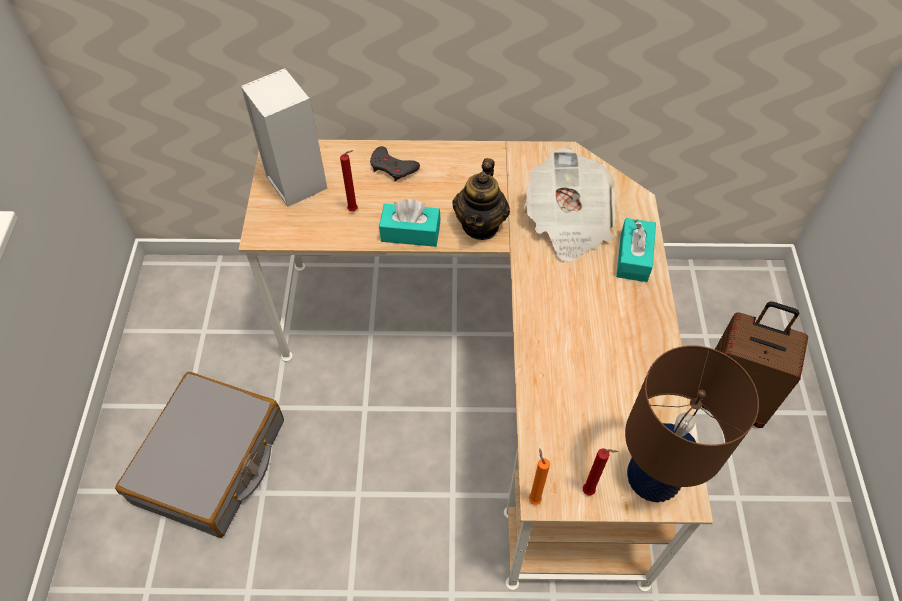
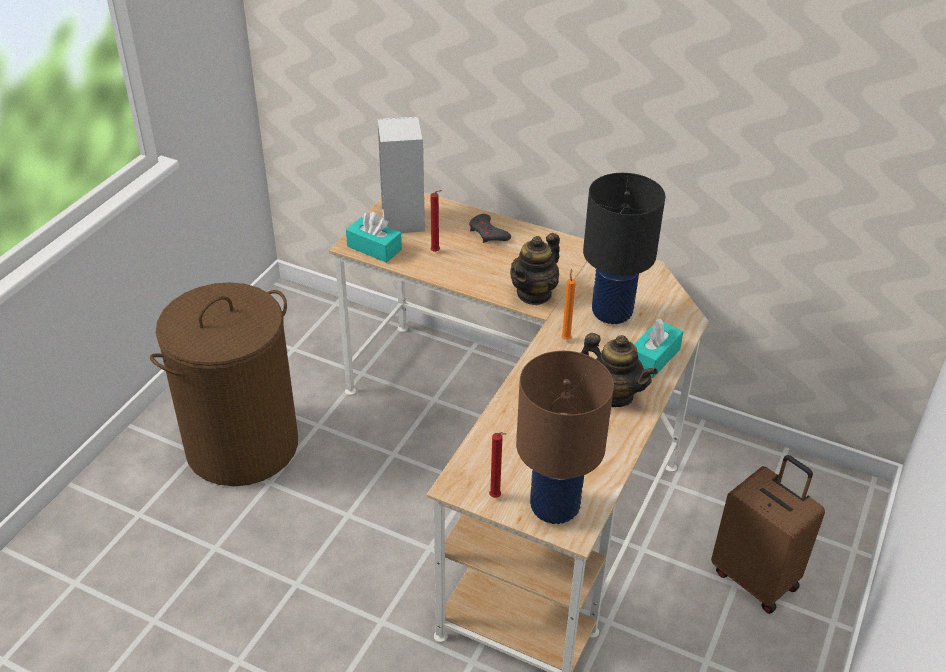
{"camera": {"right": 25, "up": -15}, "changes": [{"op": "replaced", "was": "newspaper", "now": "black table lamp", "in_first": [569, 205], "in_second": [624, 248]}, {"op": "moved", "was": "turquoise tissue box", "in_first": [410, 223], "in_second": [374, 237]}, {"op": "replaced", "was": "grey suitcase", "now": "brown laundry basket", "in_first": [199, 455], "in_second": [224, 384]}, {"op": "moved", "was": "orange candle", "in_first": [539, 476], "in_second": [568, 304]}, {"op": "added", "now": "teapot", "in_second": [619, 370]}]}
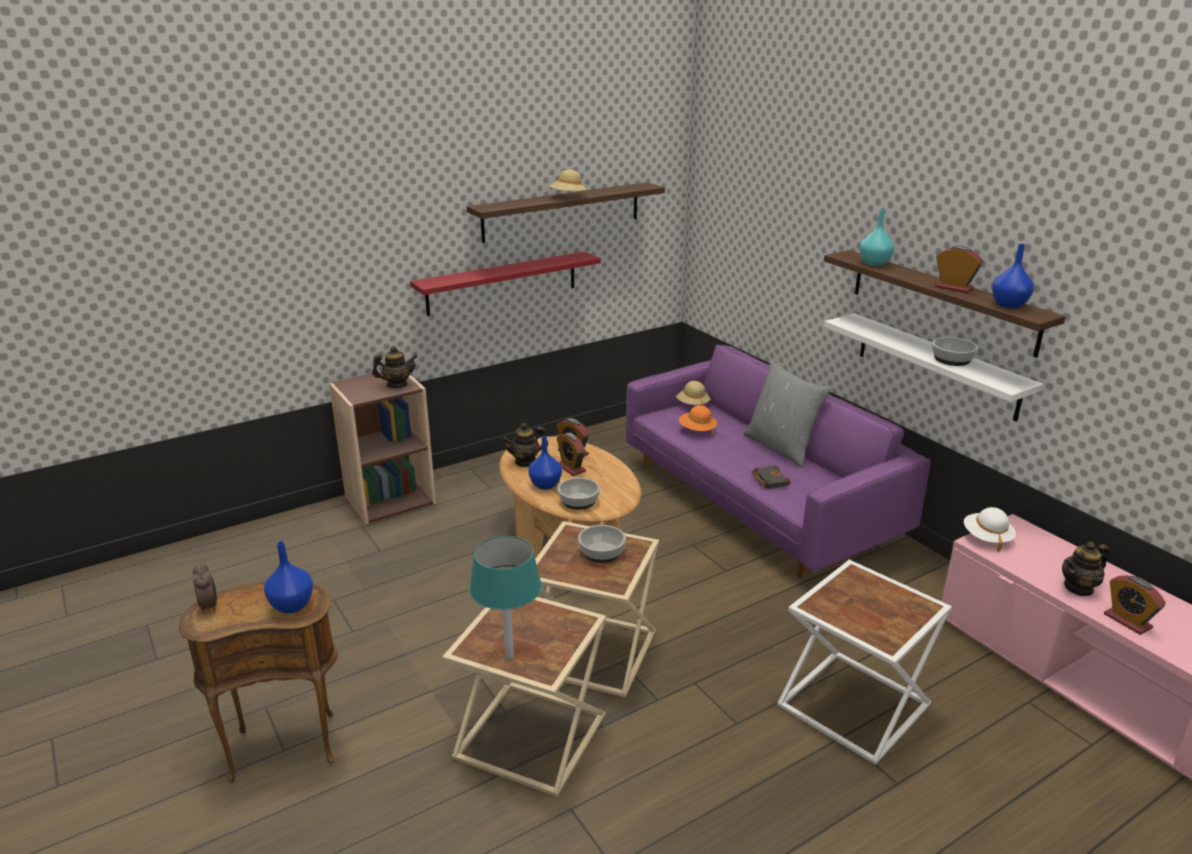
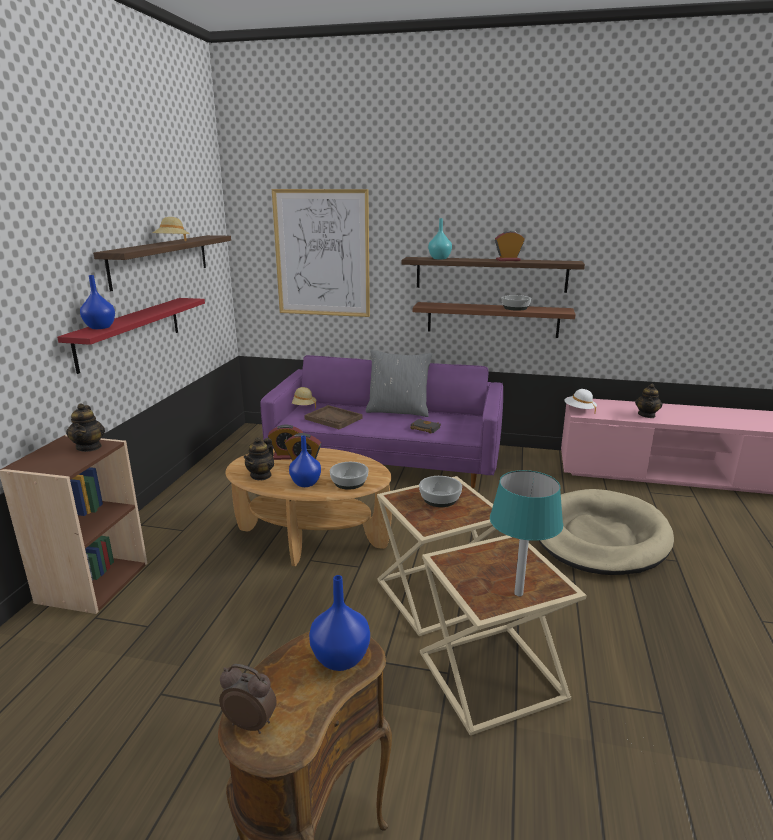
{"camera": {"right": -45, "up": -5}, "changes": [{"op": "moved", "was": "blue vase", "in_first": [1013, 276], "in_second": [97, 302]}, {"op": "recoloured", "was": "white shelf", "now": "brown shelf", "in_first": [933, 367], "in_second": [494, 320]}, {"op": "turned", "was": "teapot", "in_first": [394, 367], "in_second": [85, 427], "clockwise": 135}, {"op": "replaced", "was": "orange hat", "now": "brown tray", "in_first": [698, 420], "in_second": [333, 417]}, {"op": "replaced", "was": "white side table", "now": "beige dog bed", "in_first": [864, 662], "in_second": [606, 532]}, {"op": "removed", "was": "alarm clock", "in_first": [1135, 605]}, {"op": "added", "now": "picture", "in_second": [321, 253]}]}
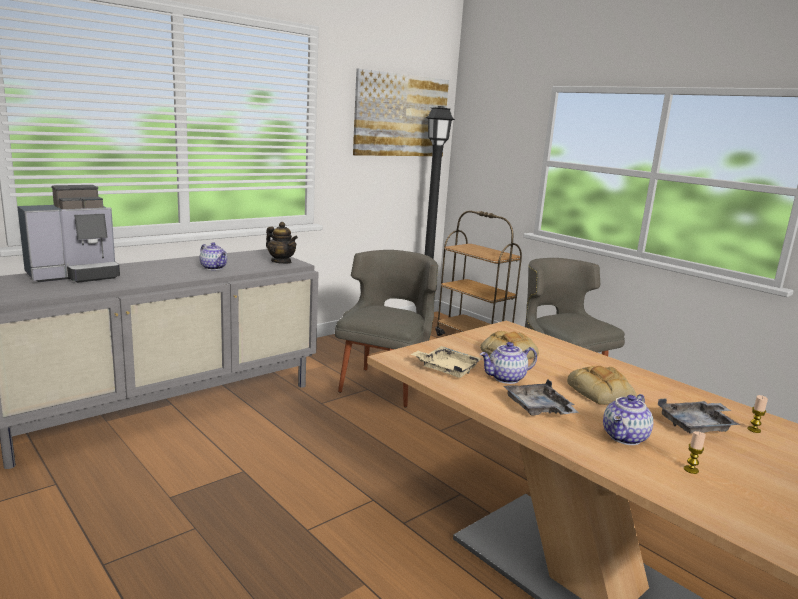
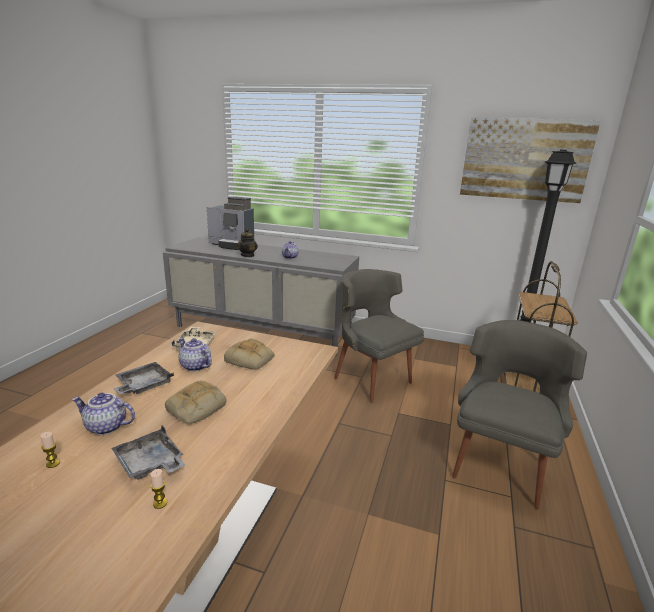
{"camera": {"right": 60, "up": 5}, "changes": [{"op": "moved", "was": "teapot", "in_first": [282, 243], "in_second": [247, 242]}, {"op": "turned", "was": "grey chair", "in_first": [386, 328], "in_second": [379, 336], "clockwise": -120}]}
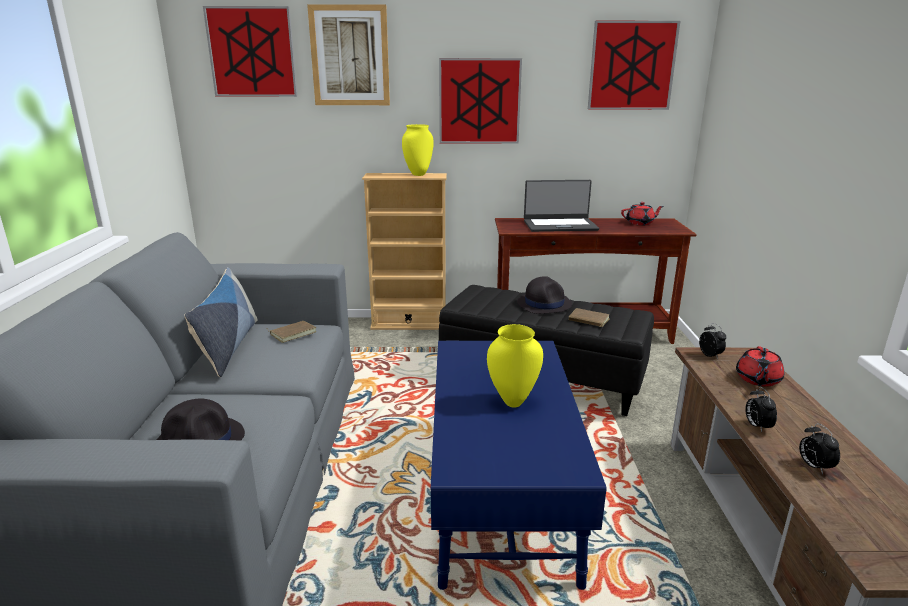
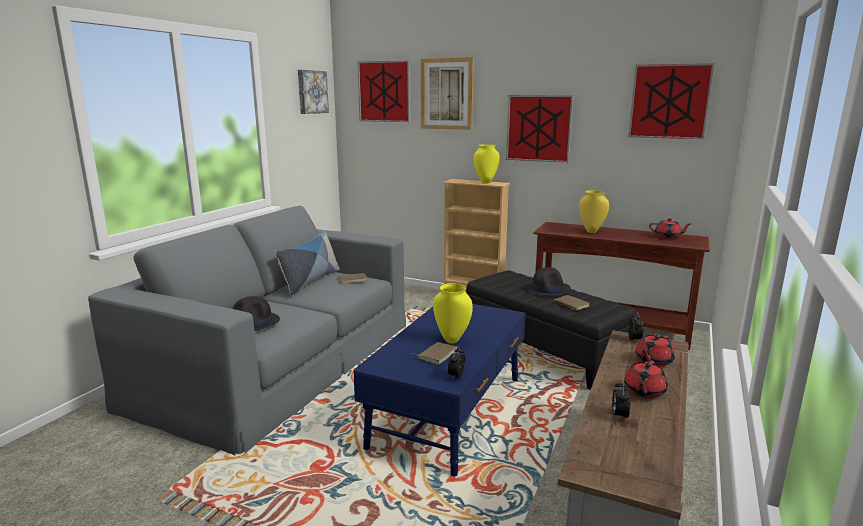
{"camera": {"right": 25, "up": -5}, "changes": [{"op": "replaced", "was": "laptop", "now": "yellow vase", "in_first": [561, 206], "in_second": [594, 211]}, {"op": "moved", "was": "alarm clock", "in_first": [761, 409], "in_second": [457, 362]}, {"op": "added", "now": "picture", "in_second": [313, 92]}, {"op": "added", "now": "brown book", "in_second": [434, 353]}, {"op": "added", "now": "red teapot", "in_second": [646, 379]}]}
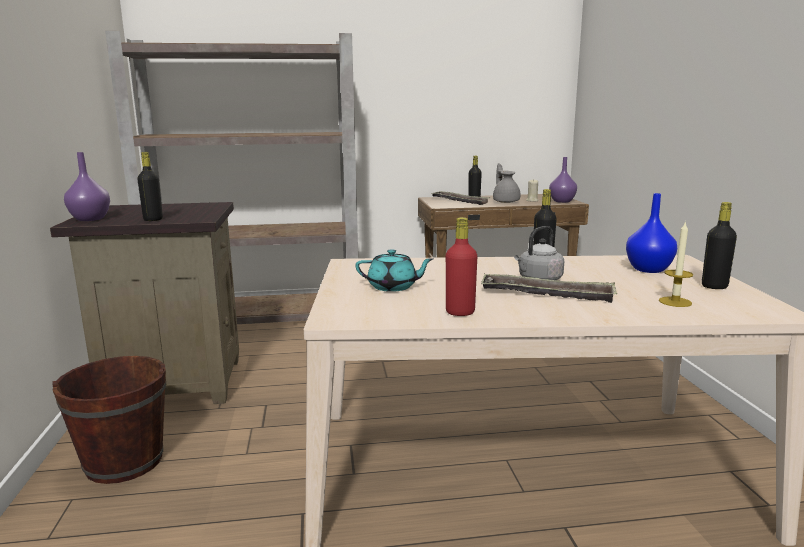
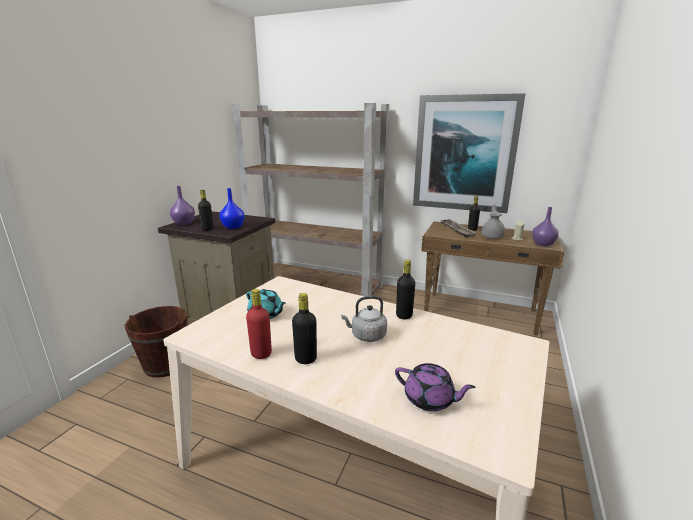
{"camera": {"right": 30, "up": 5}, "changes": [{"op": "moved", "was": "blue vase", "in_first": [651, 233], "in_second": [232, 208]}, {"op": "moved", "was": "black bottle", "in_first": [719, 245], "in_second": [304, 328]}, {"op": "replaced", "was": "candle", "now": "purple teapot", "in_first": [676, 264], "in_second": [435, 387]}, {"op": "removed", "was": "tray", "in_first": [549, 288]}, {"op": "added", "now": "picture", "in_second": [469, 153]}]}
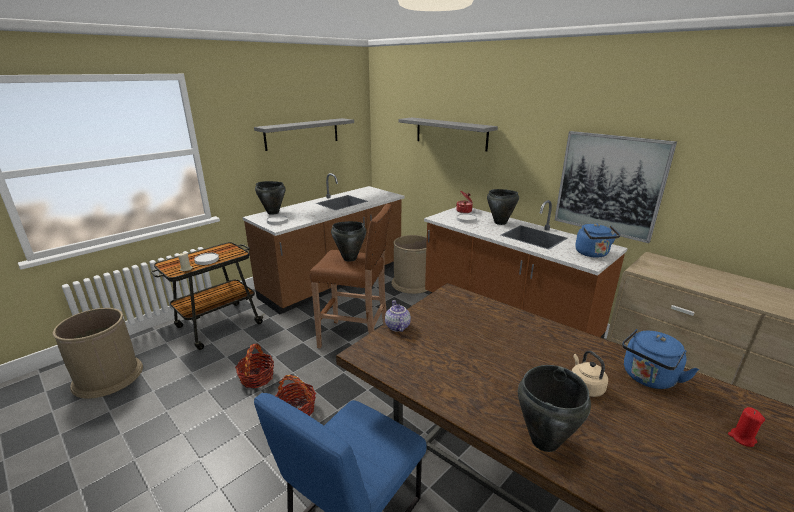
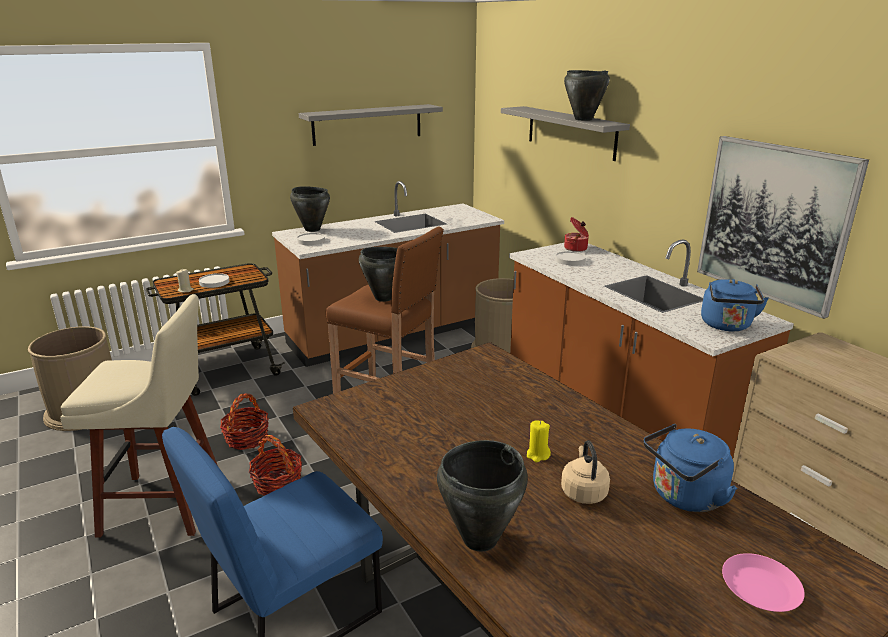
{"camera": {"right": 15, "up": 0}, "changes": [{"op": "moved", "was": "black cooking pot", "in_first": [503, 207], "in_second": [587, 95]}, {"op": "removed", "was": "teapot", "in_first": [398, 316]}, {"op": "replaced", "was": "red candle", "now": "pink plate", "in_first": [746, 427], "in_second": [763, 582]}, {"op": "added", "now": "beige stool", "in_second": [139, 416]}, {"op": "added", "now": "yellow candle", "in_second": [539, 441]}]}
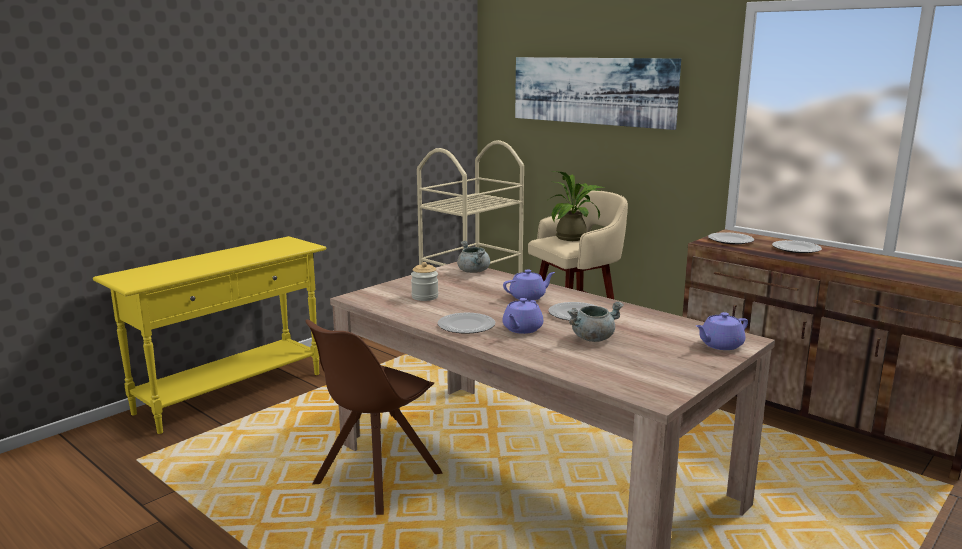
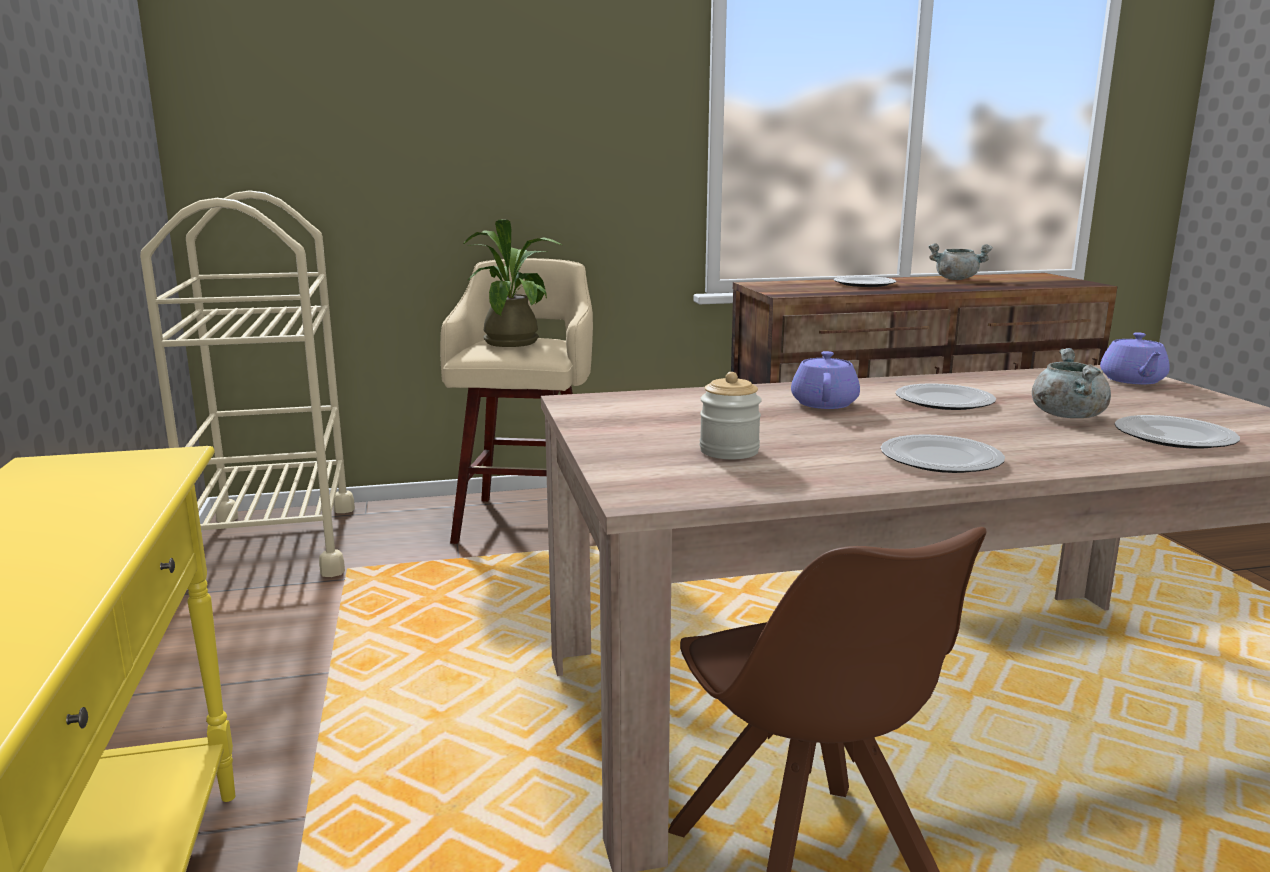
{"camera": {"right": -55, "up": 0}, "changes": [{"op": "removed", "was": "picture", "in_first": [598, 93]}, {"op": "moved", "was": "plate", "in_first": [731, 238], "in_second": [1177, 432]}, {"op": "moved", "was": "grey cooking pot", "in_first": [473, 257], "in_second": [960, 261]}, {"op": "removed", "was": "purple teapot", "in_first": [522, 316]}]}
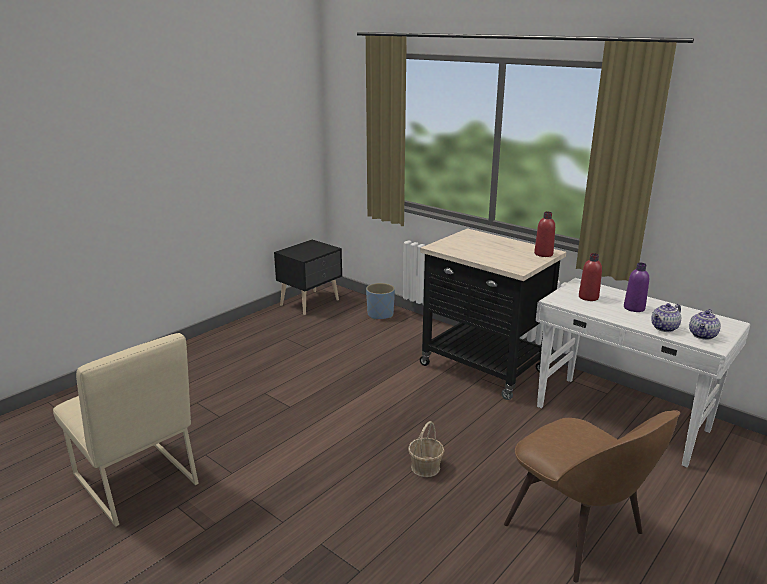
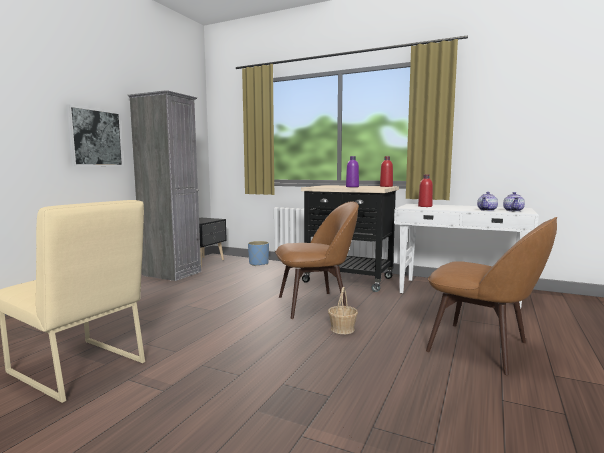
{"camera": {"right": -15, "up": -15}, "changes": [{"op": "moved", "was": "purple bottle", "in_first": [636, 287], "in_second": [352, 171]}, {"op": "added", "now": "grey cabinet", "in_second": [164, 185]}, {"op": "added", "now": "picture", "in_second": [95, 135]}, {"op": "added", "now": "brown chair", "in_second": [317, 260]}]}
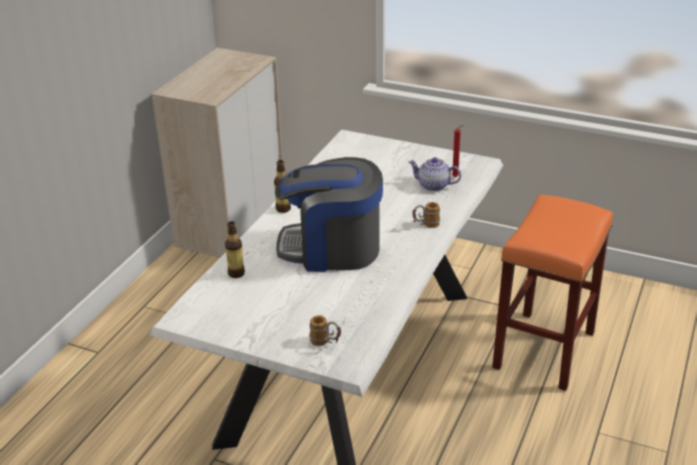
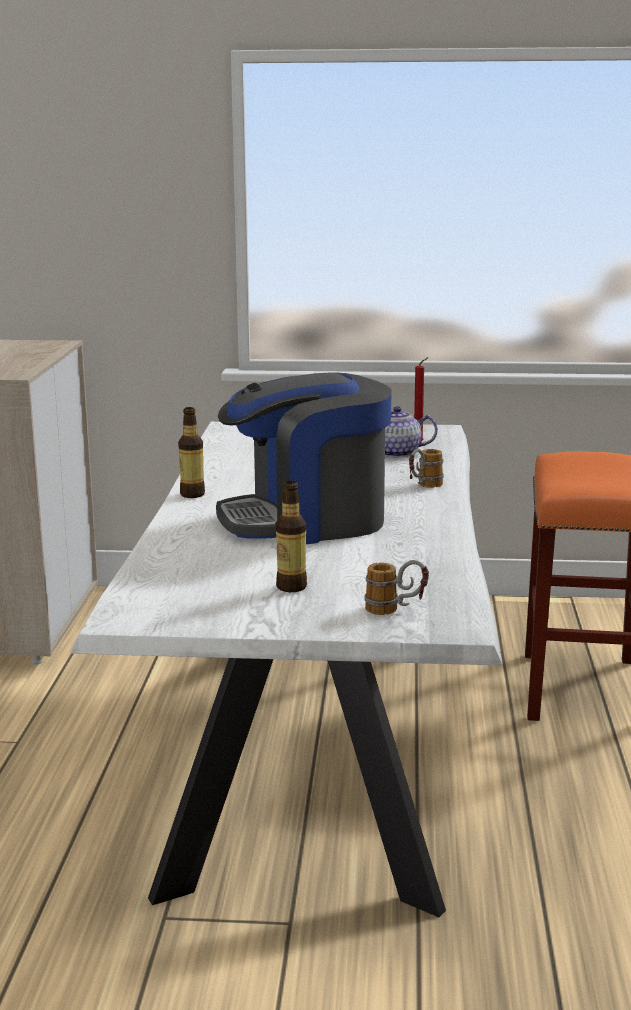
{"camera": {"right": -20, "up": -15}, "changes": [{"op": "moved", "was": "bottle", "in_first": [235, 249], "in_second": [291, 536]}]}
